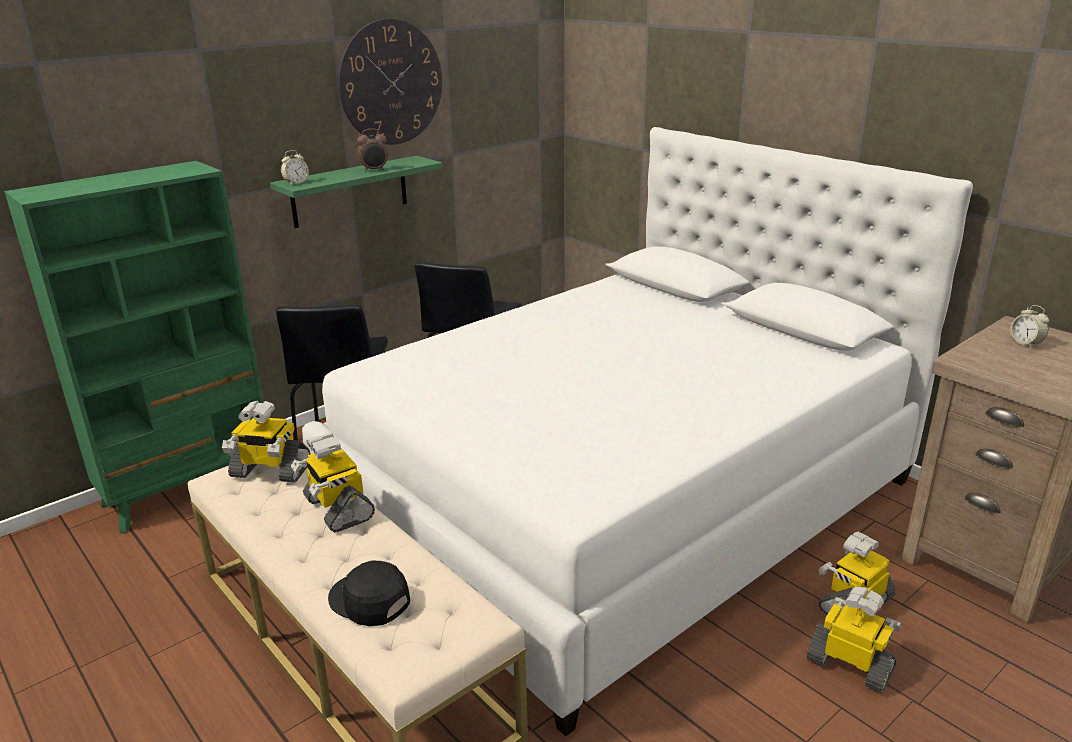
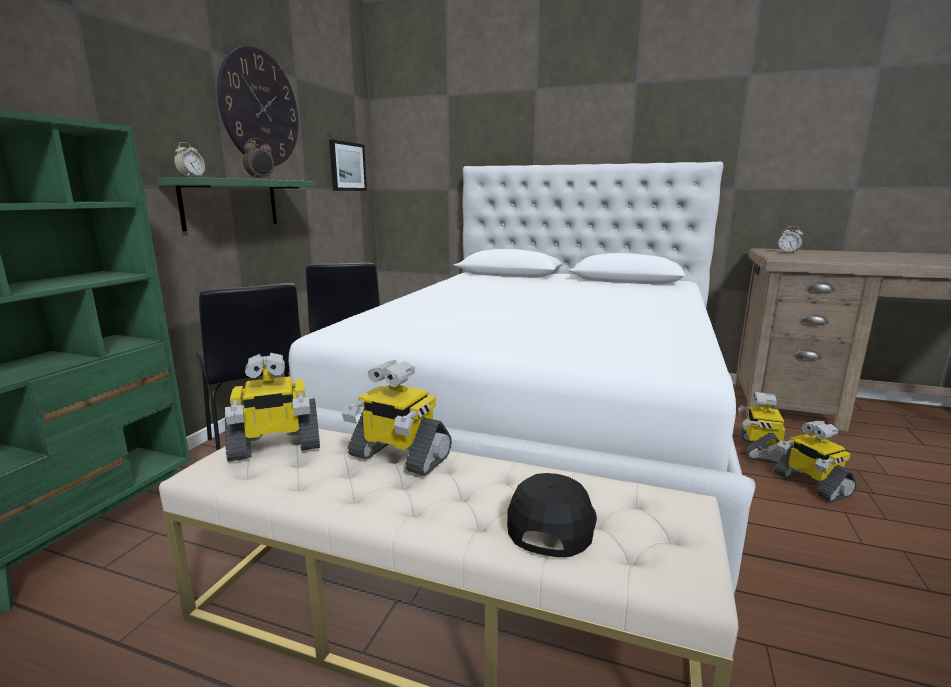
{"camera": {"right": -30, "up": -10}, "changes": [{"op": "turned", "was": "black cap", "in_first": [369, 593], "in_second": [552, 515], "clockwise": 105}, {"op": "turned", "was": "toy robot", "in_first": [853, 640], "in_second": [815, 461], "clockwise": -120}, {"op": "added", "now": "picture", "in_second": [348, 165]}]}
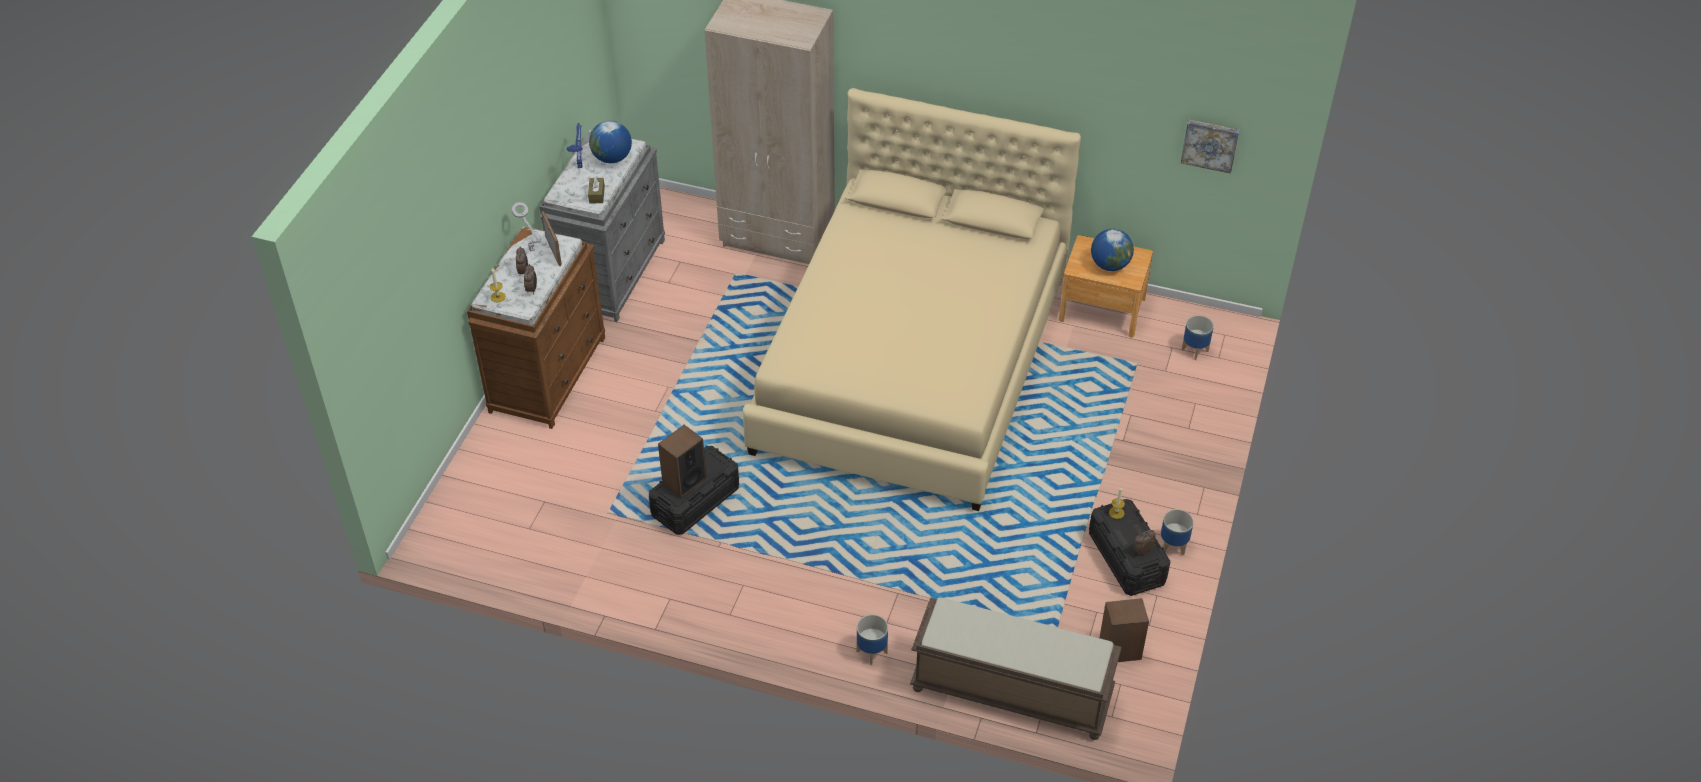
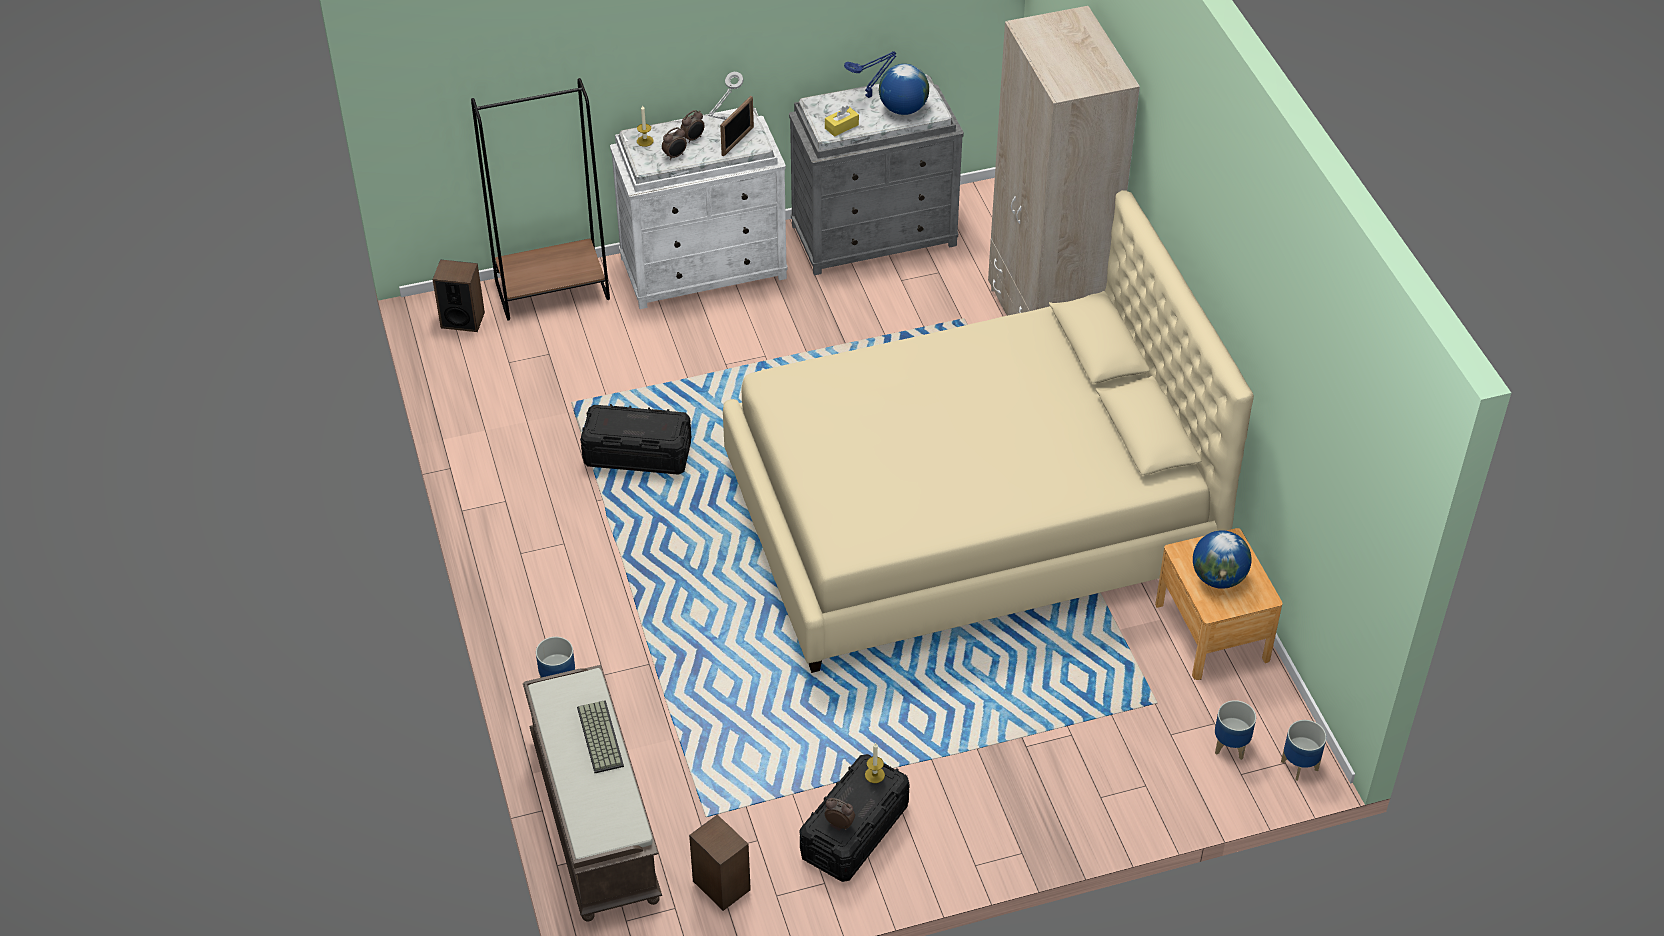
{"camera": {"right": 55, "up": 0}, "changes": [{"op": "removed", "was": "picture", "in_first": [1210, 147]}, {"op": "recoloured", "was": "brown tissue box", "now": "yellow tissue box", "in_first": [596, 190], "in_second": [842, 121]}, {"op": "recoloured", "was": "brown dresser", "now": "white dresser", "in_first": [536, 328], "in_second": [699, 208]}, {"op": "moved", "was": "speaker", "in_first": [682, 461], "in_second": [459, 295]}, {"op": "moved", "was": "planter", "in_first": [1177, 532], "in_second": [1303, 750]}, {"op": "added", "now": "clothes rack", "in_second": [540, 199]}, {"op": "added", "now": "keyboard", "in_second": [600, 736]}]}
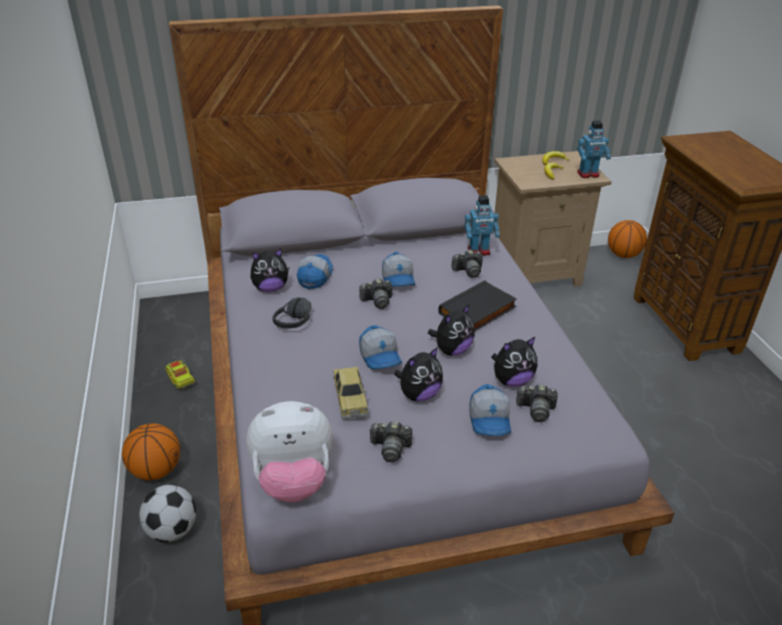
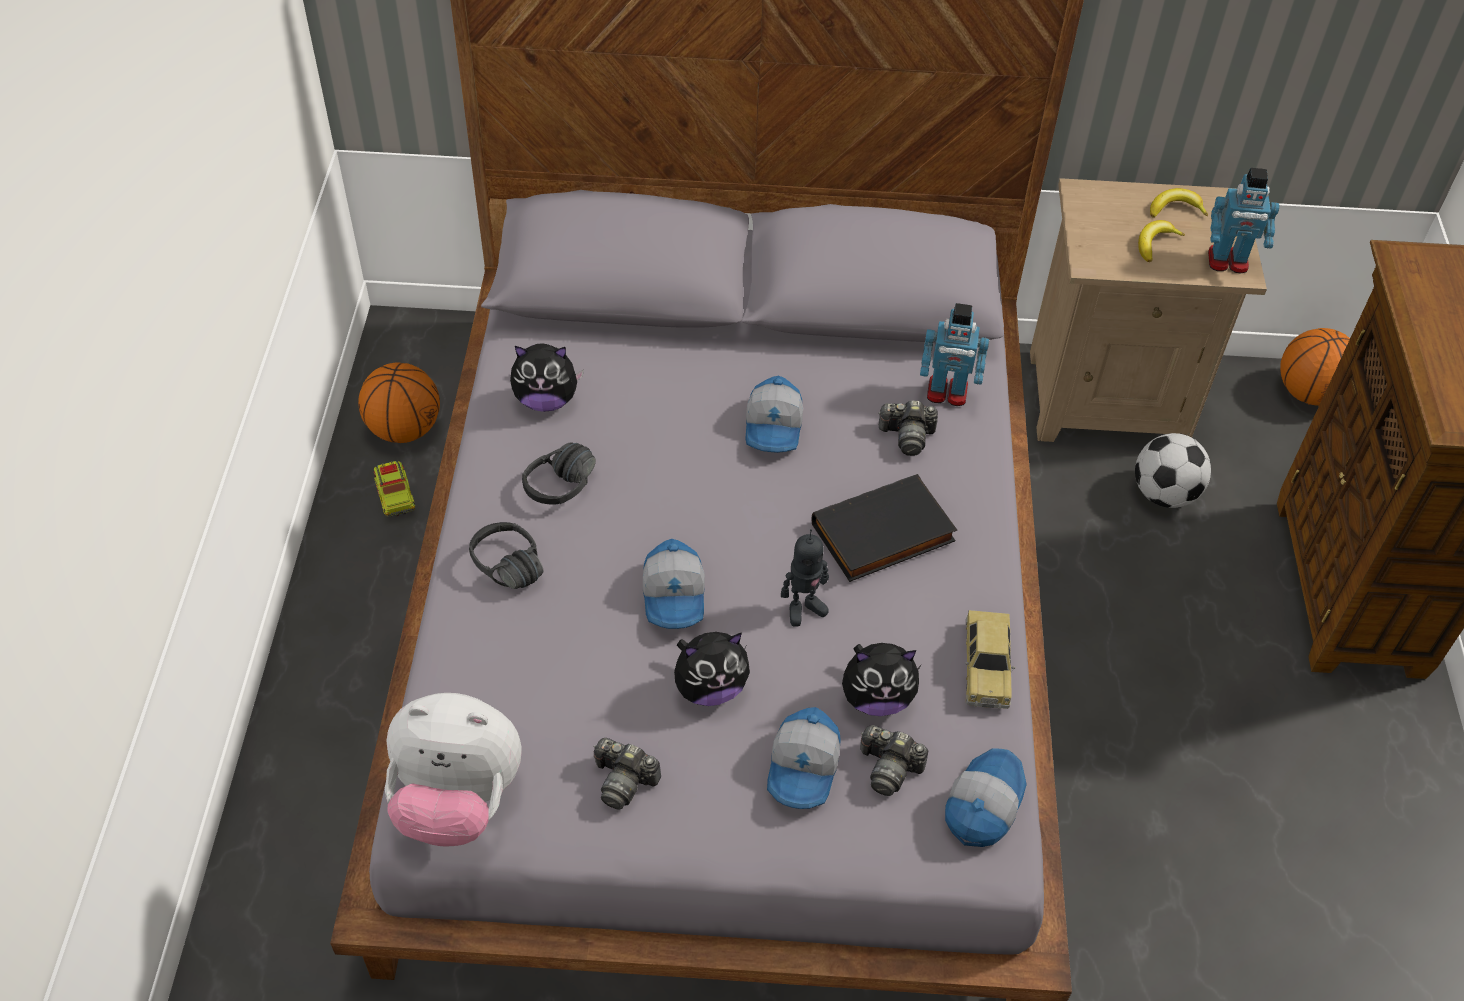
{"camera": {"right": 15, "up": 15}, "changes": [{"op": "moved", "was": "cap", "in_first": [315, 271], "in_second": [986, 798]}, {"op": "removed", "was": "photo camera", "in_first": [375, 293]}, {"op": "replaced", "was": "plush toy", "now": "toy robot", "in_first": [451, 330], "in_second": [805, 578]}, {"op": "moved", "was": "toy car", "in_first": [350, 393], "in_second": [990, 659]}, {"op": "moved", "was": "basketball", "in_first": [151, 451], "in_second": [399, 402]}, {"op": "moved", "was": "football", "in_first": [167, 513], "in_second": [1173, 470]}, {"op": "added", "now": "black headphones", "in_second": [506, 555]}]}
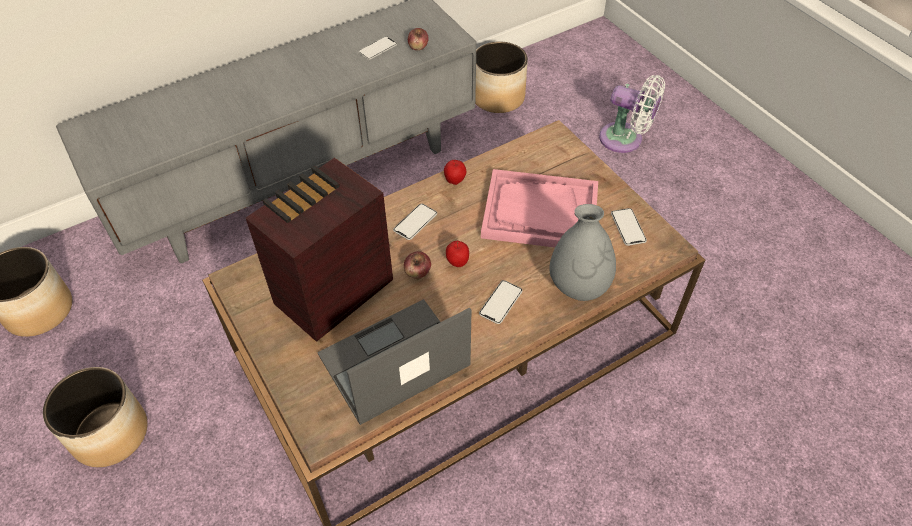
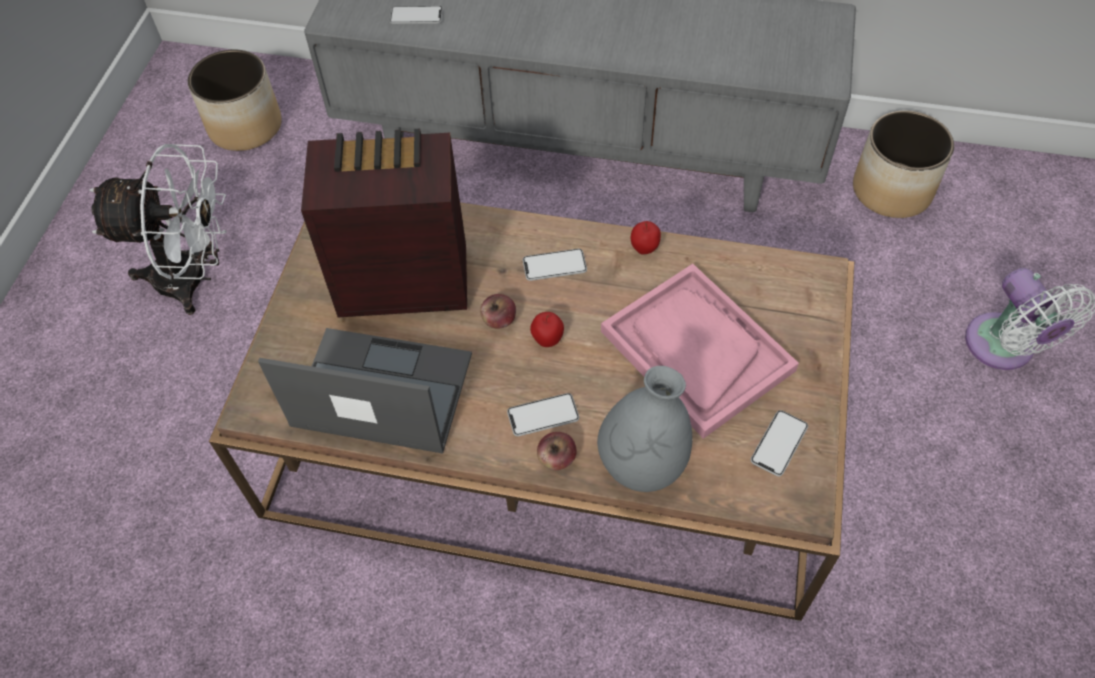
{"camera": {"right": 45, "up": 5}, "changes": [{"op": "moved", "was": "apple", "in_first": [418, 39], "in_second": [557, 451]}, {"op": "moved", "was": "phone", "in_first": [377, 48], "in_second": [416, 15]}, {"op": "replaced", "was": "planter", "now": "white fan", "in_first": [95, 417], "in_second": [158, 229]}]}
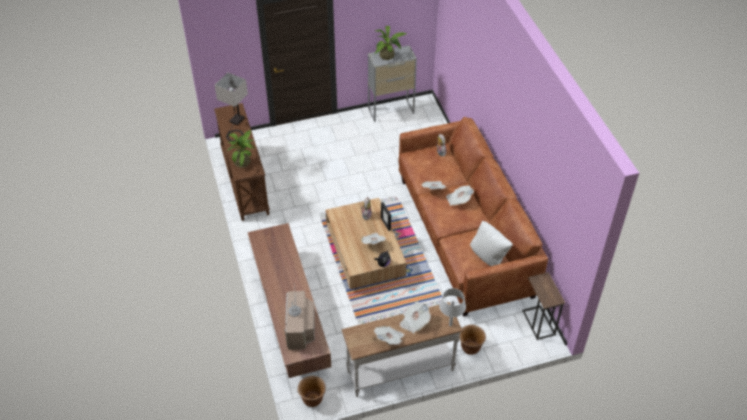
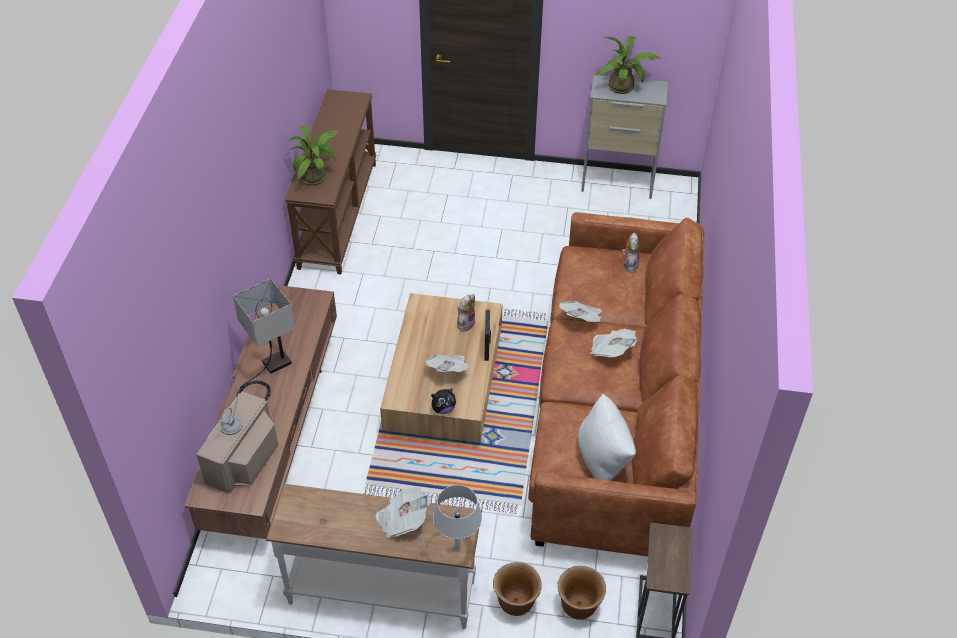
{"camera": {"right": 25, "up": 0}, "changes": [{"op": "moved", "was": "table lamp", "in_first": [231, 107], "in_second": [264, 339]}, {"op": "removed", "was": "newspaper", "in_first": [389, 335]}, {"op": "moved", "was": "brown planter", "in_first": [312, 391], "in_second": [582, 593]}]}
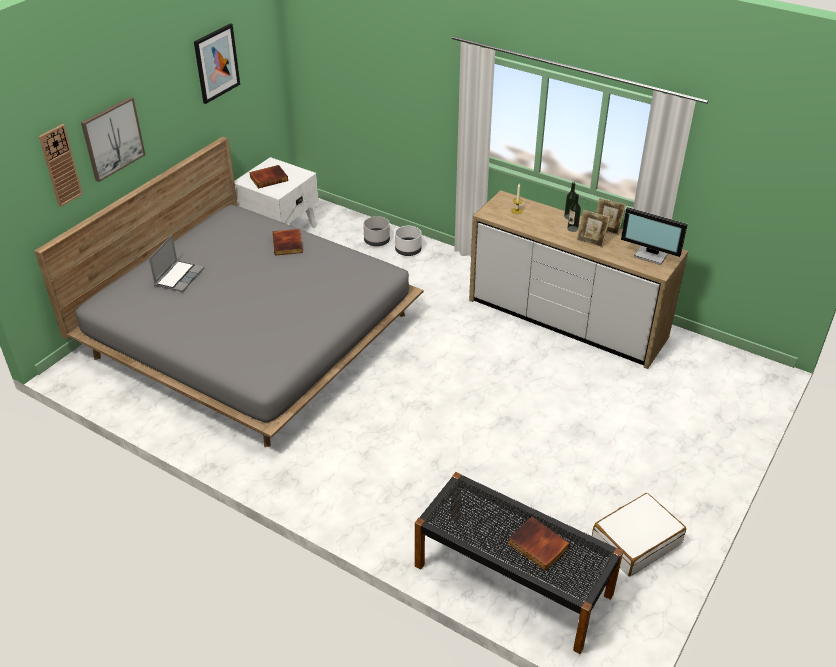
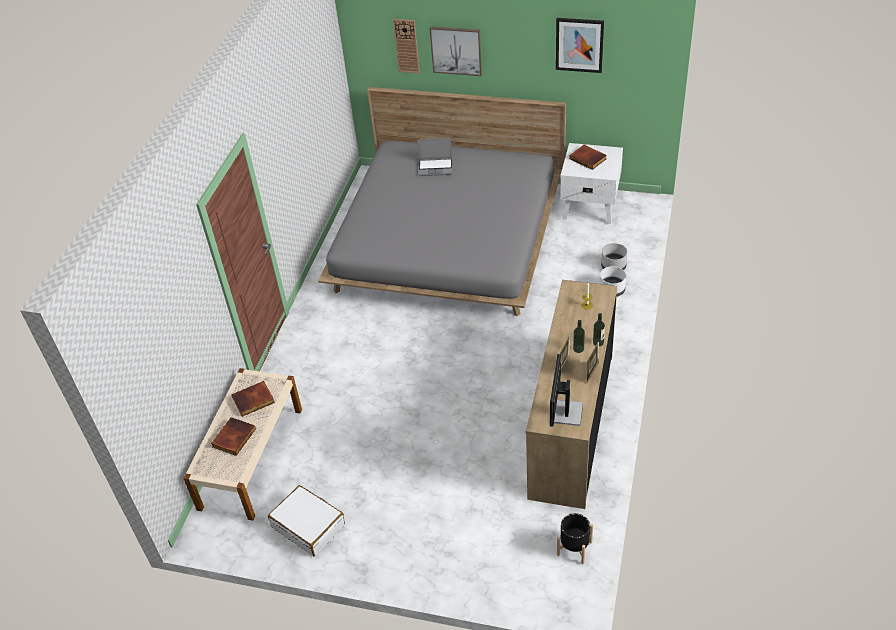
{"camera": {"right": 75, "up": 5}, "changes": [{"op": "moved", "was": "book", "in_first": [288, 242], "in_second": [253, 399]}, {"op": "recoloured", "was": "black bench", "now": "beige bench", "in_first": [519, 563], "in_second": [242, 444]}, {"op": "added", "now": "black planter", "in_second": [575, 538]}]}
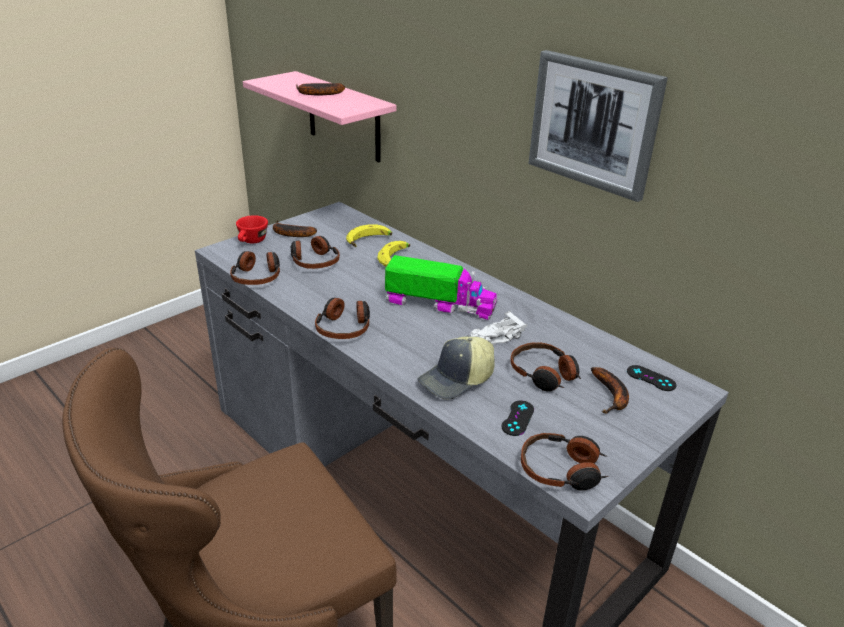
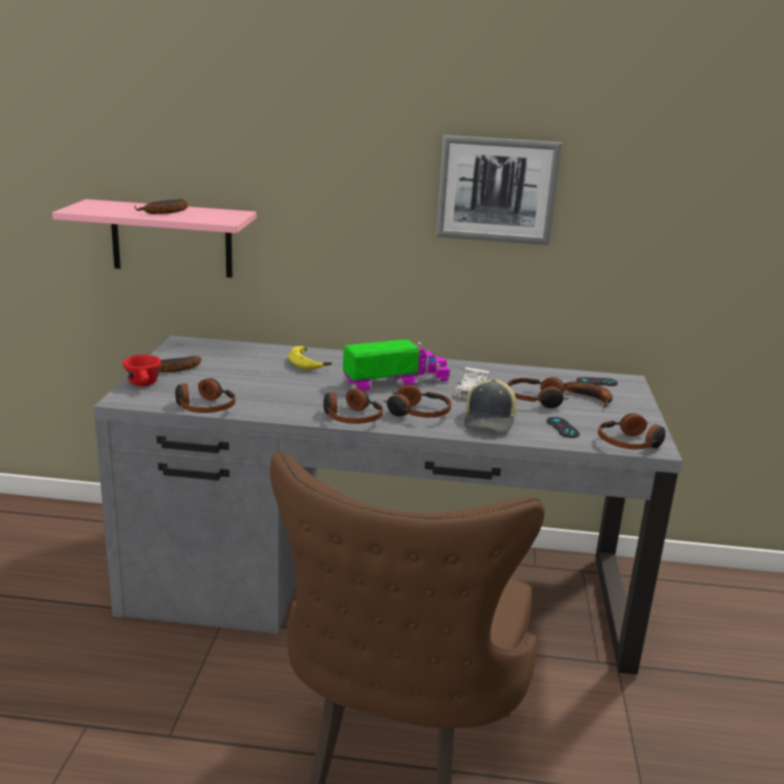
{"camera": {"right": -40, "up": -10}, "changes": [{"op": "removed", "was": "banana", "in_first": [369, 235]}, {"op": "moved", "was": "headphones", "in_first": [315, 252], "in_second": [417, 401]}]}
